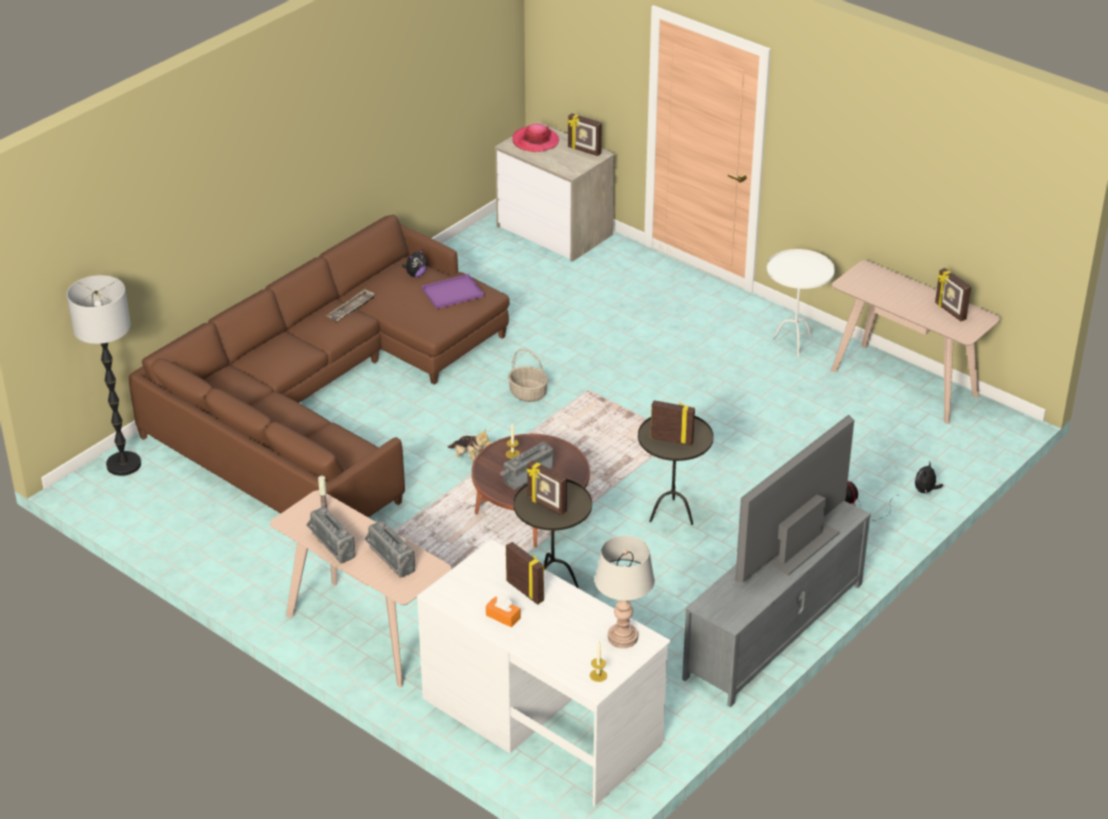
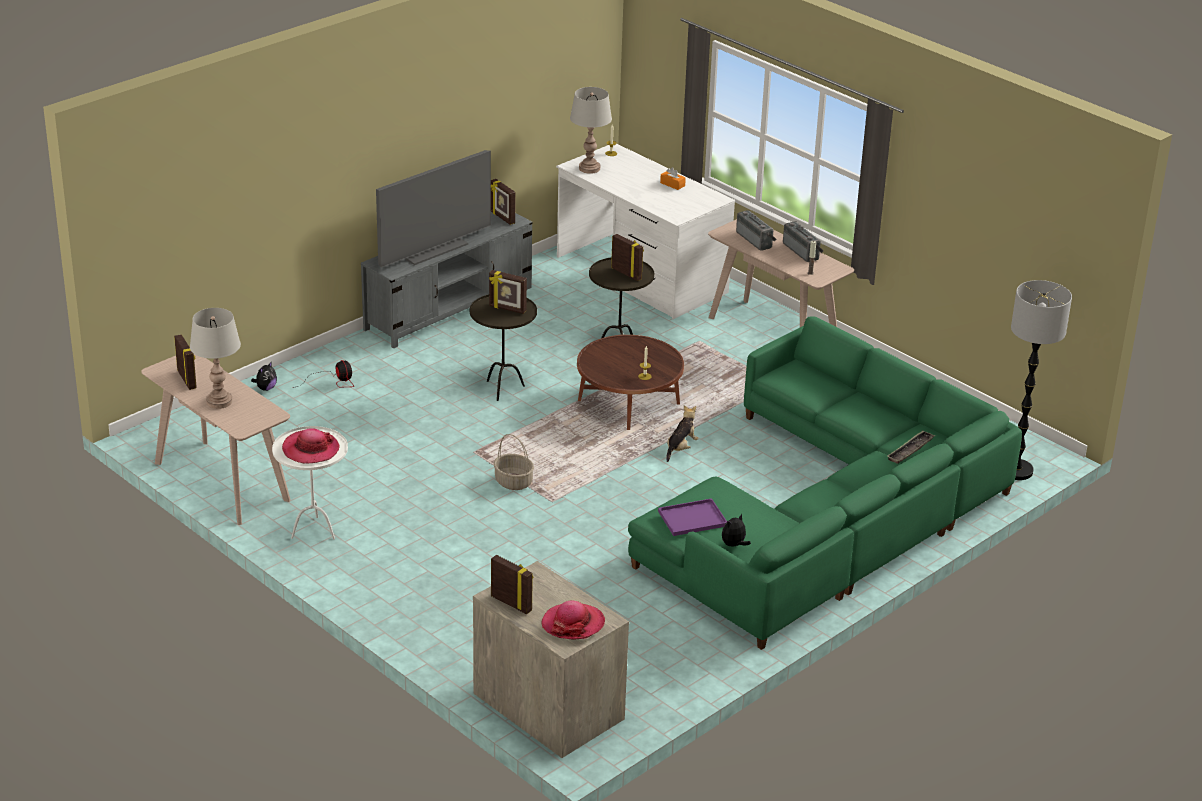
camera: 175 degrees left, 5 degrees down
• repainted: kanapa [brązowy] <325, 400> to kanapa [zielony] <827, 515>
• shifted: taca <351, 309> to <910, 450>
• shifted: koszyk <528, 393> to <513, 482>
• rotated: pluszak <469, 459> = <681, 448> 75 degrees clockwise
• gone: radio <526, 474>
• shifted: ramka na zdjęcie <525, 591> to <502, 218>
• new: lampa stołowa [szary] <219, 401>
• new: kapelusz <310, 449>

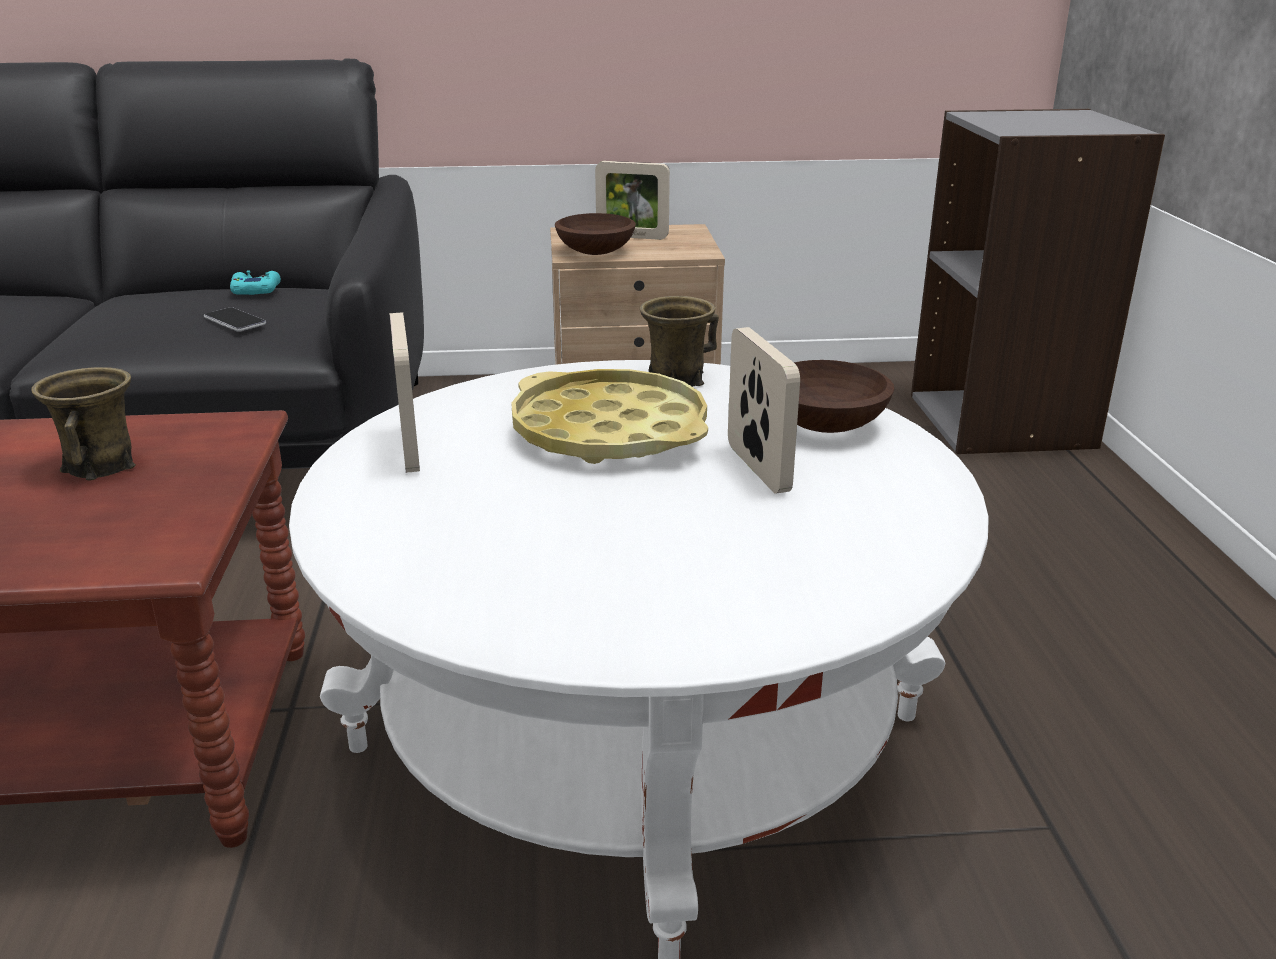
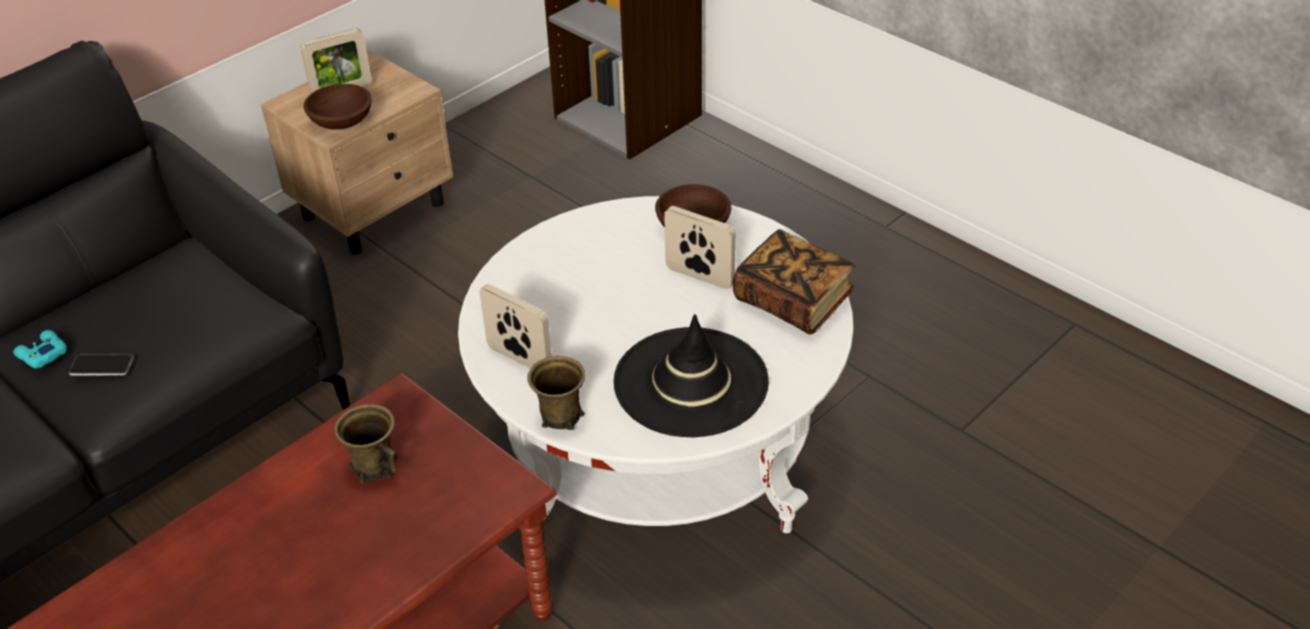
camera: 40 degrees left, 15 degrees up
• shifted: pad do gier [turkusowy] <255, 290> to <42, 354>
• shifted: kubek [brązowy] <676, 379> to <560, 416>
• shifted: telefon <235, 321> to <102, 366>
• gone: taca [żółty] <609, 432>
• new: książka <793, 301>
• new: kapelusz [czarny] <691, 382>

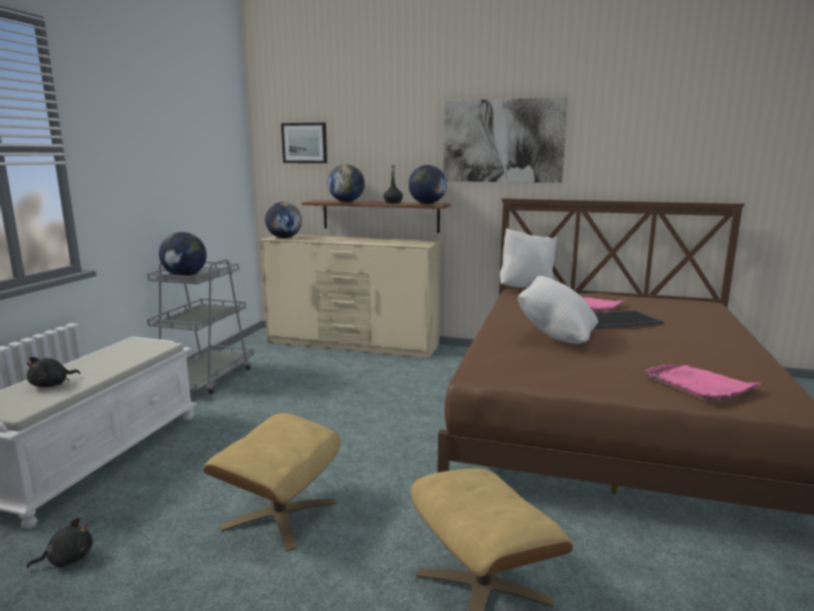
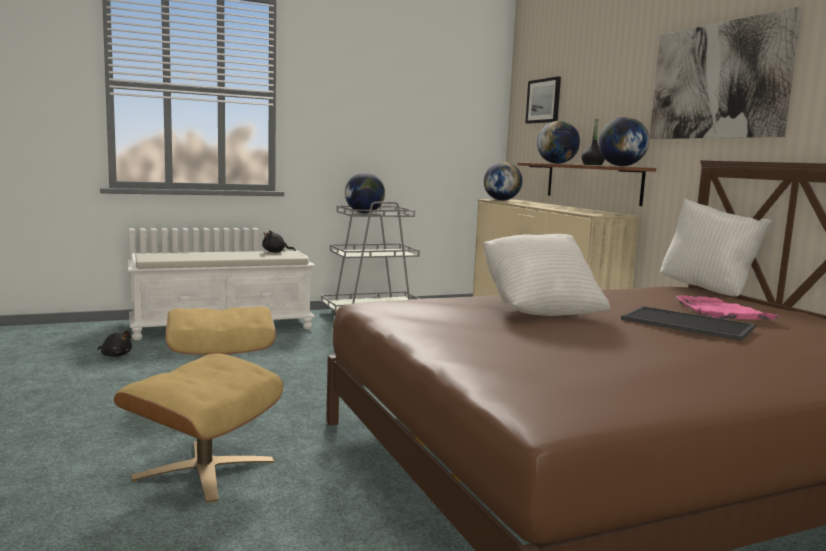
camera: 50 degrees right, 5 degrees down
• shifted: pluszak [czarny] <52, 385> to <275, 252>
• gone: taca [różowy] <699, 385>

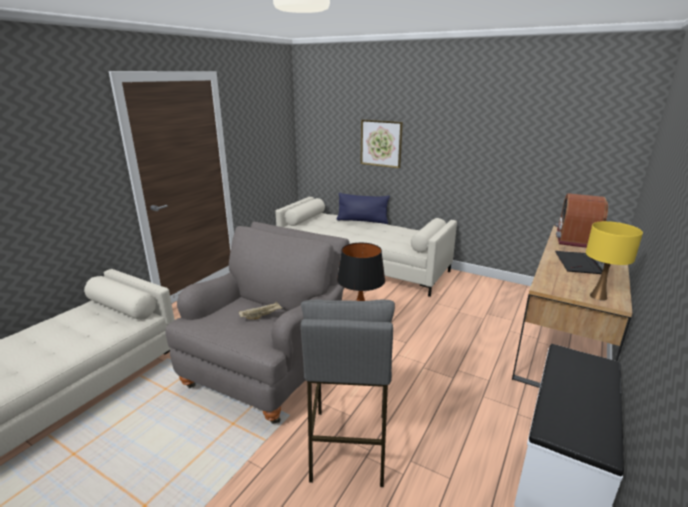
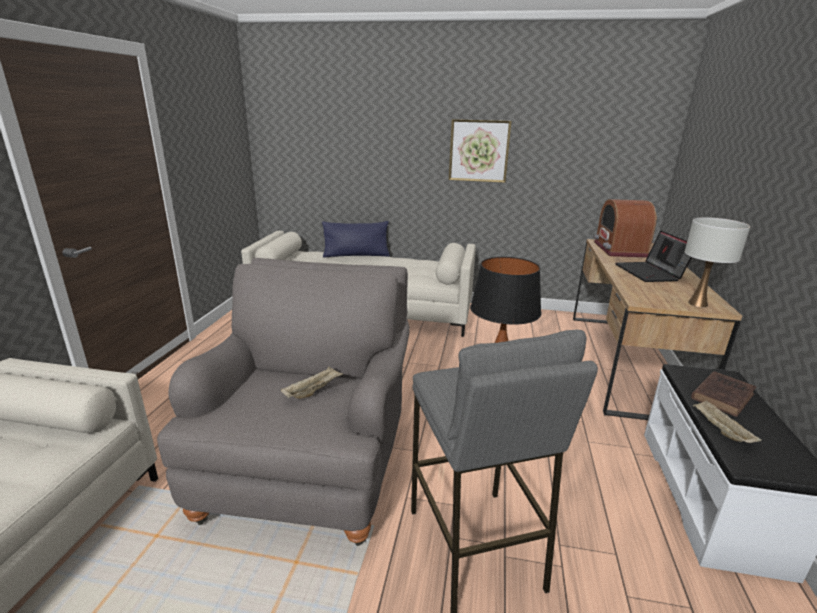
camera: 20 degrees left, 0 degrees up
• shifted: obraz <381, 143> to <479, 151>
• repainted: lampa stołowa [żółty] <598, 296> to lampa stołowa [biały] <698, 303>
• new: książka [brązowy] <723, 396>
• new: taca [beżowy] <720, 430>

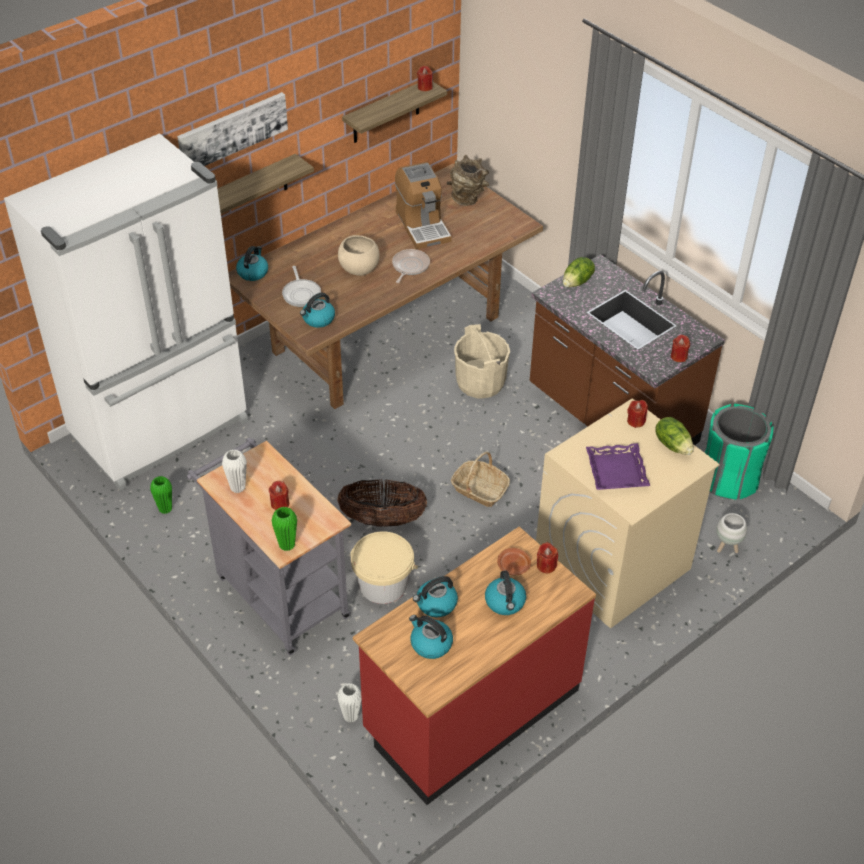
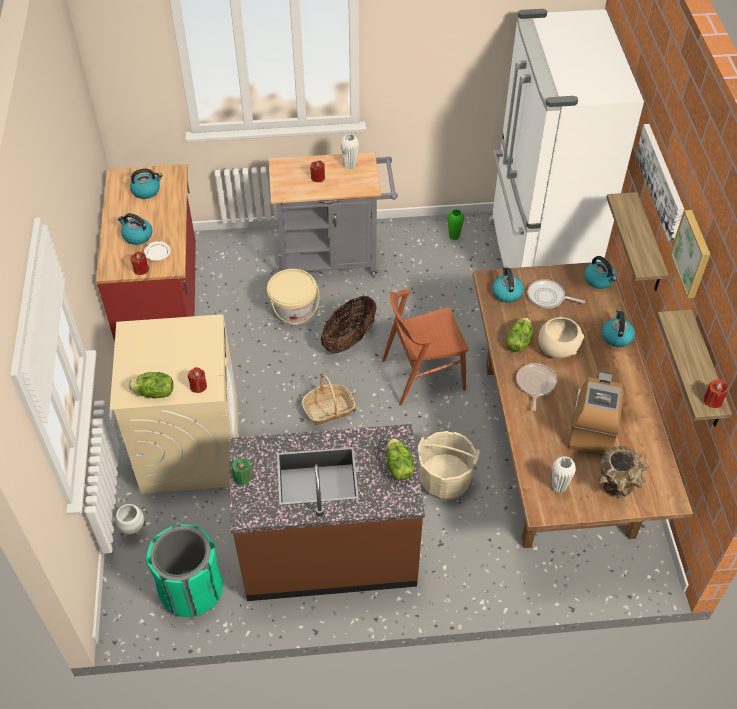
camera: 125 degrees right, 5 degrees up
• rotated: ekspres do kawy <422, 226> = <592, 426> 90 degrees clockwise
• rotated: patelnia <409, 266> = <535, 384> 135 degrees counterclockwise
• repainted: świeca [czerwony] <678, 356> to świeca [zielony] <242, 477>
• gone: taca [fioletowy] <616, 471>
• gone: wazon [zielony] <287, 545>
• repainted: talerz [brązowy] <513, 566> to talerz [biały] <157, 254>
• shifted: czajnik <436, 604> to <616, 336>
• shifted: wazon [biały] <351, 716> to <558, 487>
• new: obraz <693, 253>
• new: krzesło [brązowy] <423, 374>
• new: sałata <518, 342>

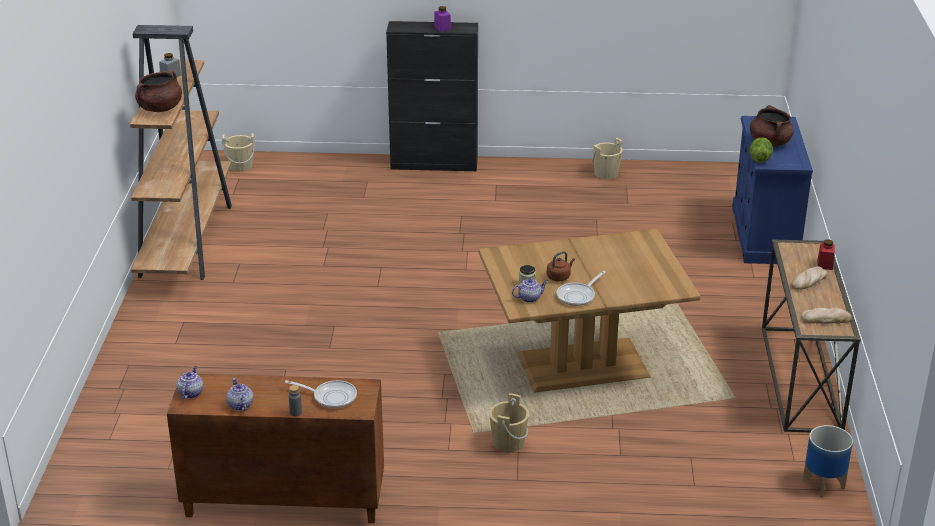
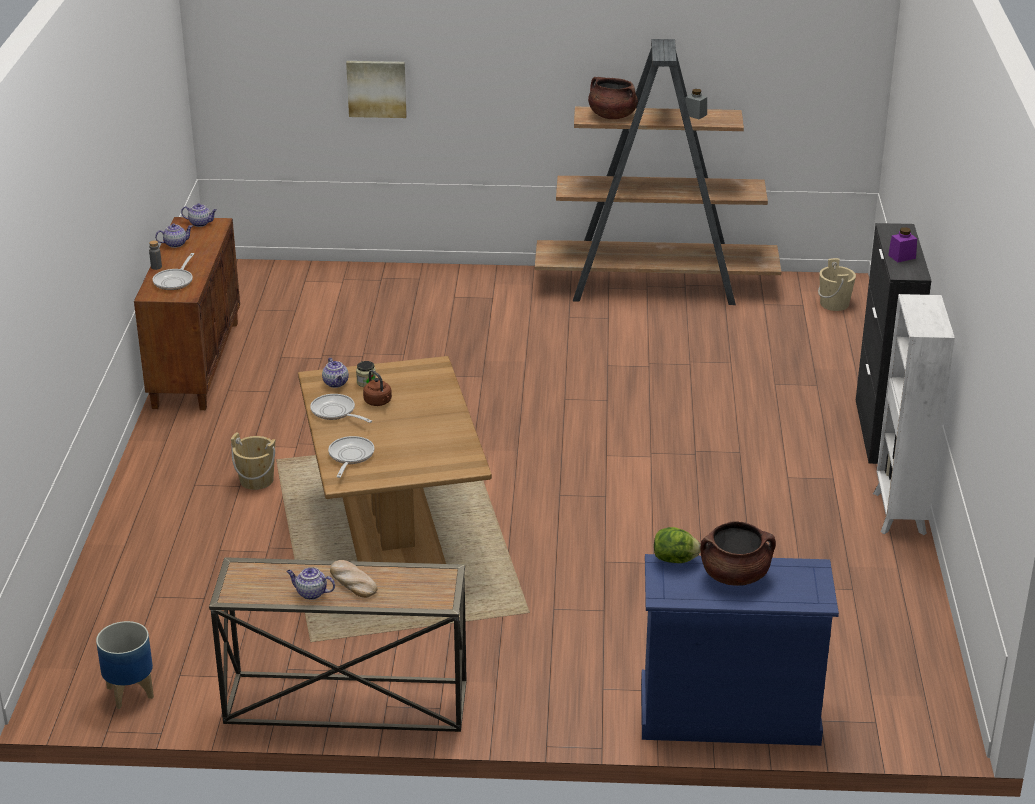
camera: 90 degrees right, 0 degrees up
• gone: wiadro [beżowy] <606, 174>
• gone: słoik [czerwony] <825, 264>
• gone: chleb <826, 318>
• new: obraz <376, 88>
• new: regał [biały] <899, 514>
• new: patelnia <350, 457>
• new: imbryk <310, 593>

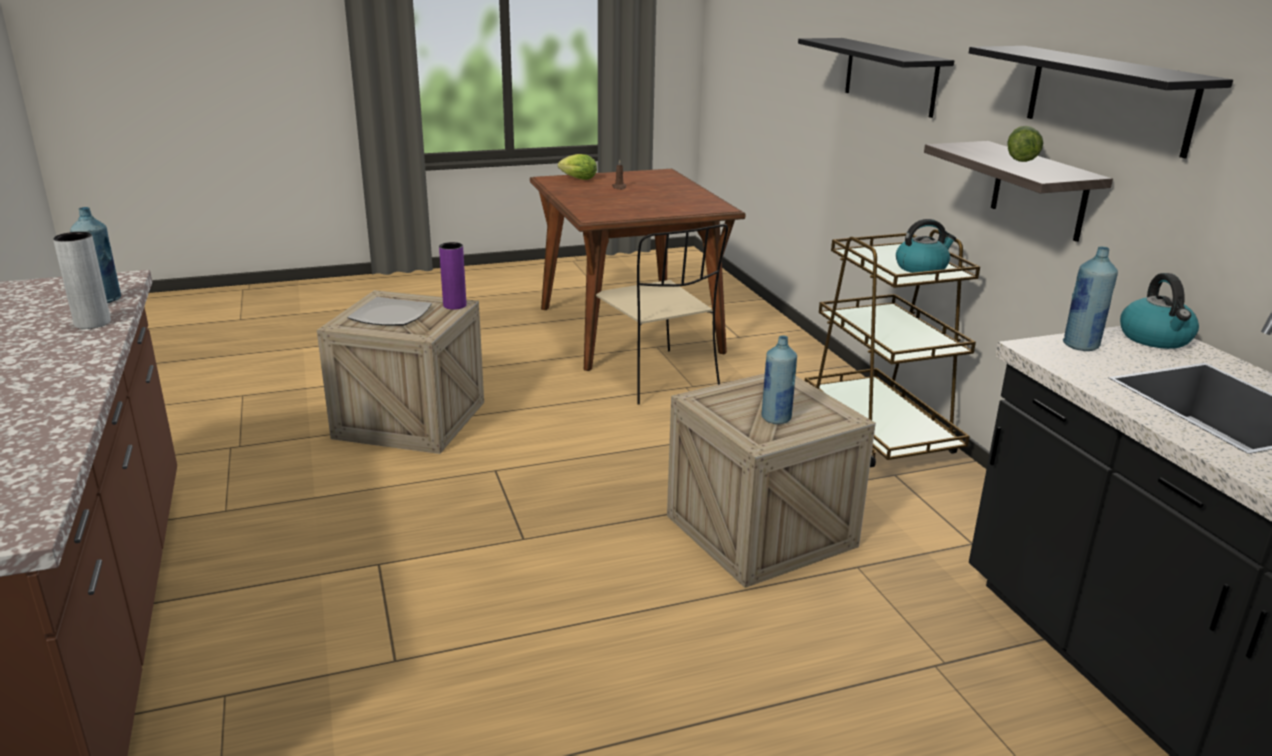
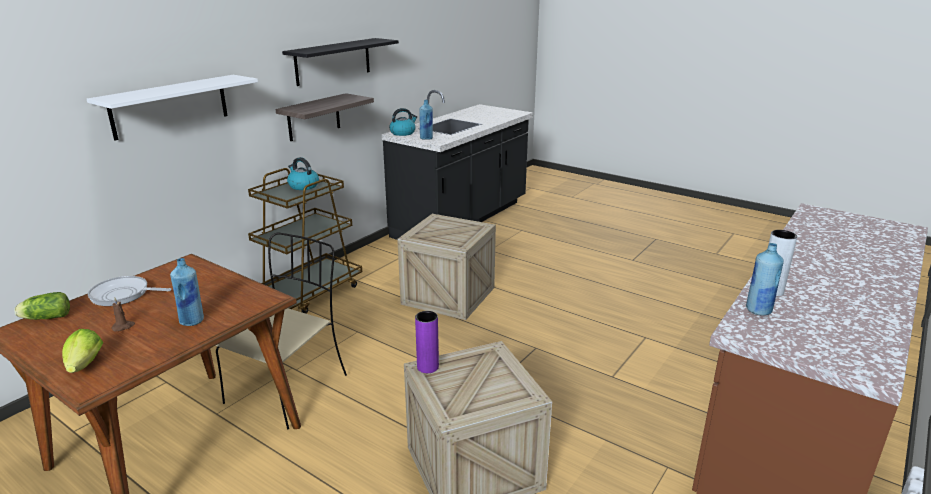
camera: 125 degrees left, 0 degrees up
• repainted: półka [czarny] <890, 76> to półka [biały] <170, 106>
• shifted: sałata <1021, 157> to <45, 318>
• gone: talerz <390, 315>
• shifted: butelka [niebieski] <776, 418> to <192, 321>
• new: patelnia <123, 295>

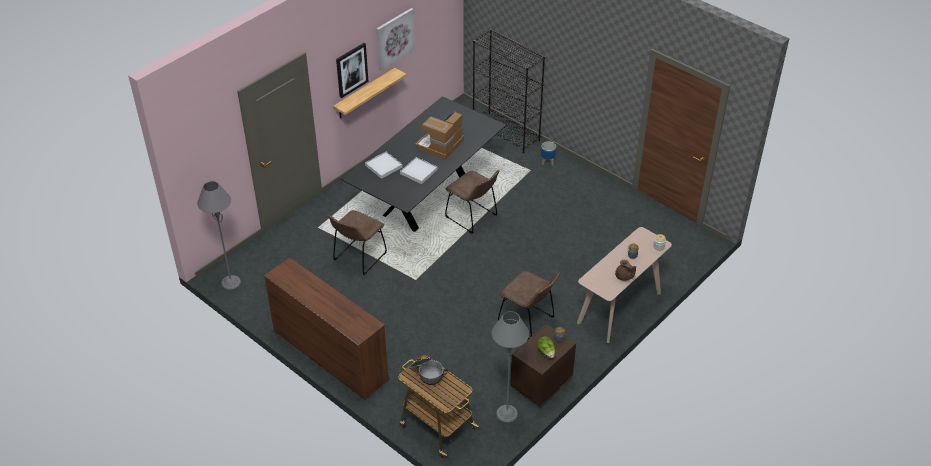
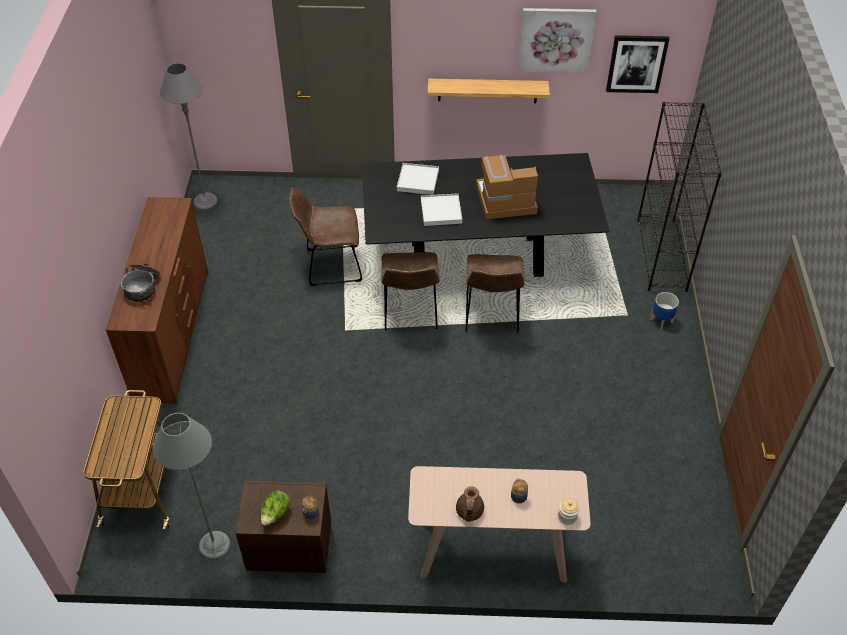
camera: 50 degrees right, 5 degrees up
• shifted: obraz <351, 70> to <636, 63>
• shifted: krzesło [brązowy] <528, 321> to <410, 313>
• shifted: garnek <427, 374> to <143, 286>

